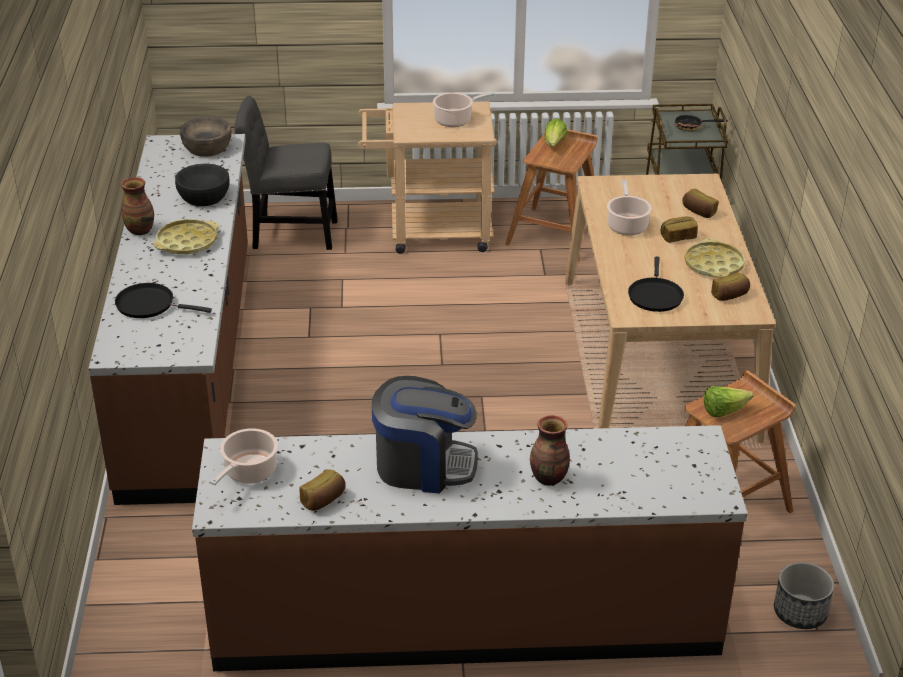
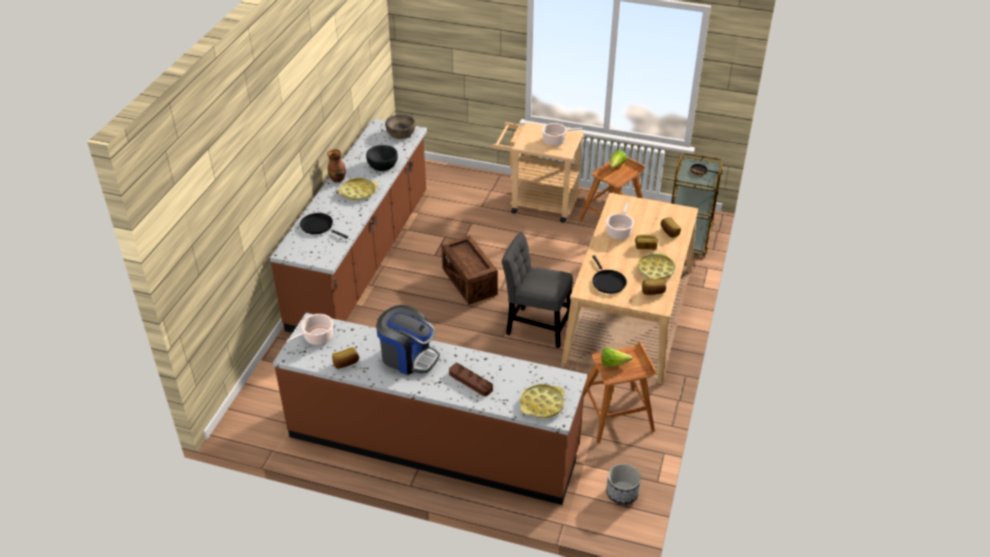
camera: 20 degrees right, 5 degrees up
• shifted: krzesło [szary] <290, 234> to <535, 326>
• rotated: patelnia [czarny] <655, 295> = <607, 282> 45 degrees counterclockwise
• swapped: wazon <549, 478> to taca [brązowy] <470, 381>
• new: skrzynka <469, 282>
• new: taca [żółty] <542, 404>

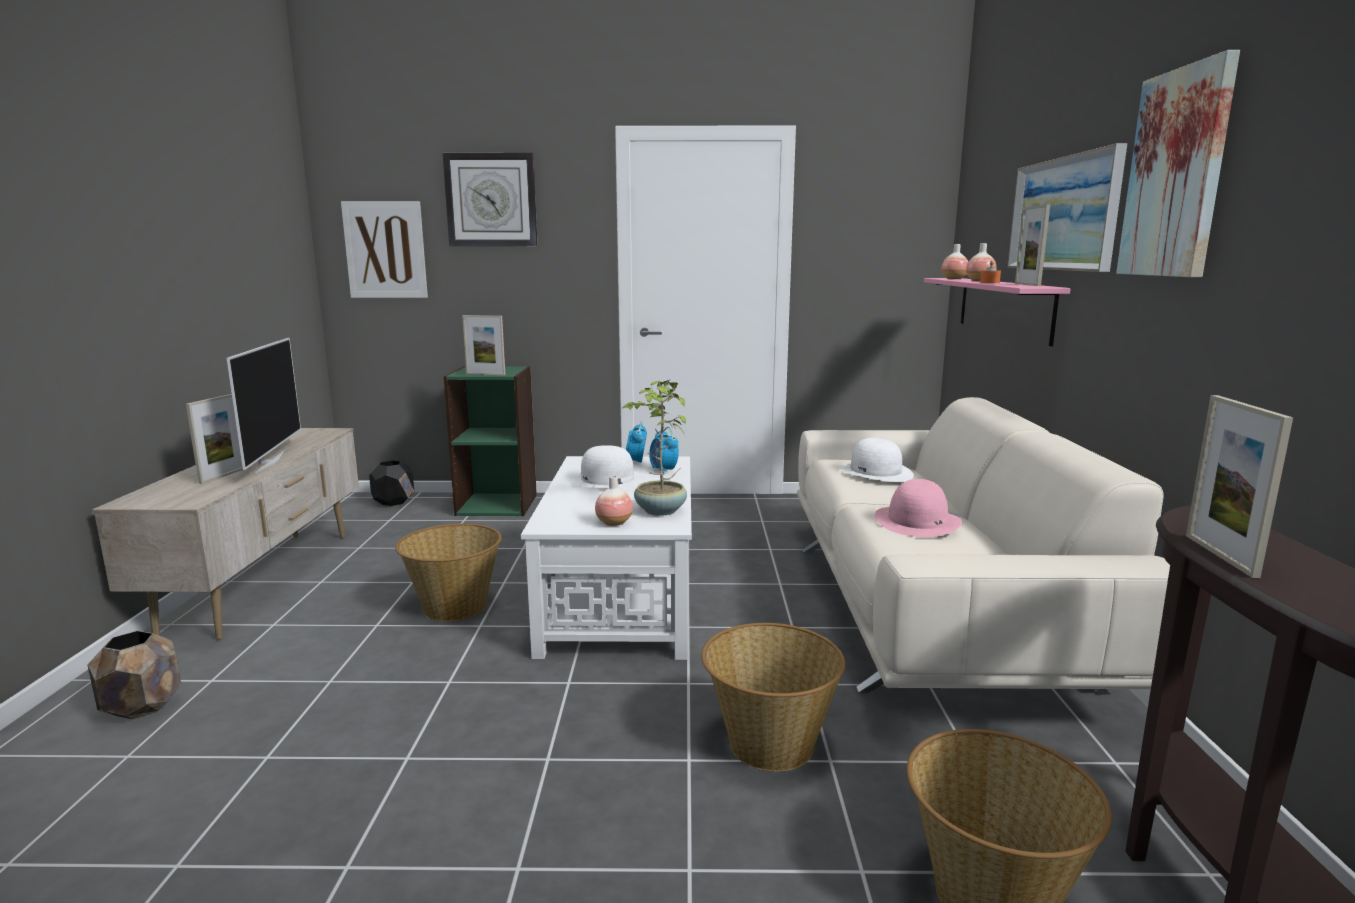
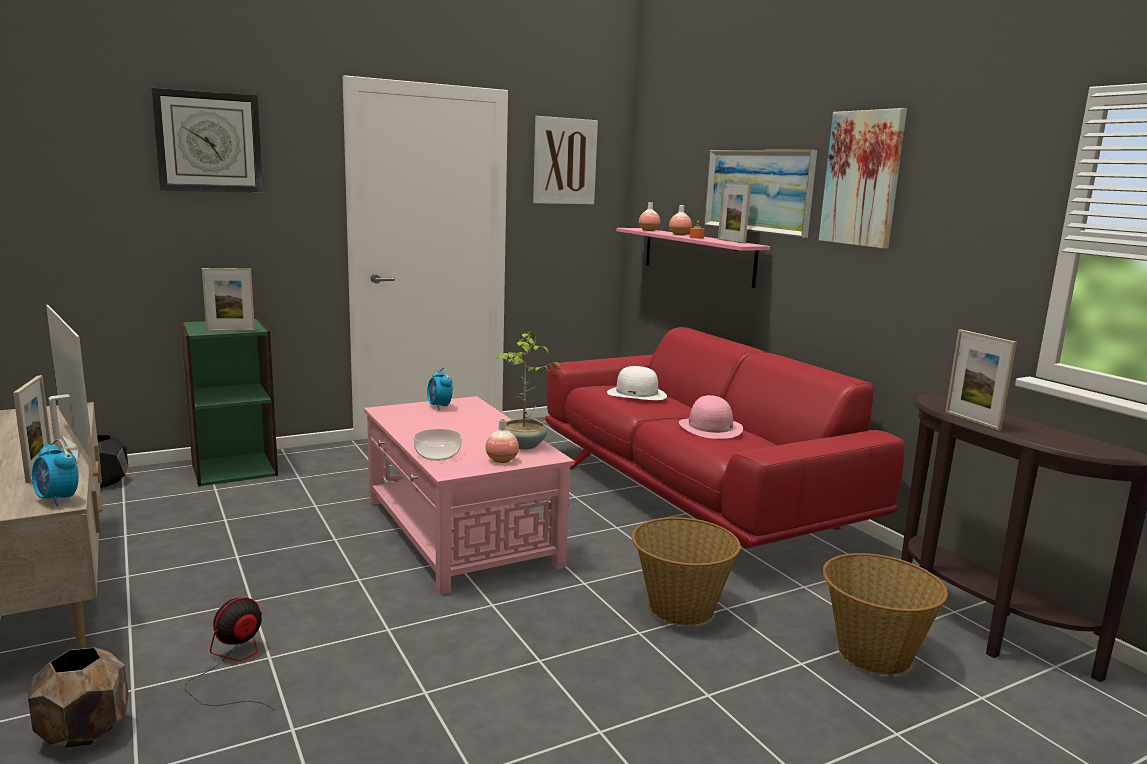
camera: 30 degrees left, 0 degrees up
• shifted: obraz <385, 250> to <564, 161>
• repainted: kanapa [beżowy] <930, 609> to kanapa [czerwony] <695, 496>
• shifted: budzik <663, 470> to <58, 499>
• gone: kapelusz [biały] <607, 481>
• repainted: ława [biały] <620, 598> to ława [różowy] <459, 532>
• gone: koszyk <454, 607>
• new: miska <438, 455>
• new: wentylator <233, 665>

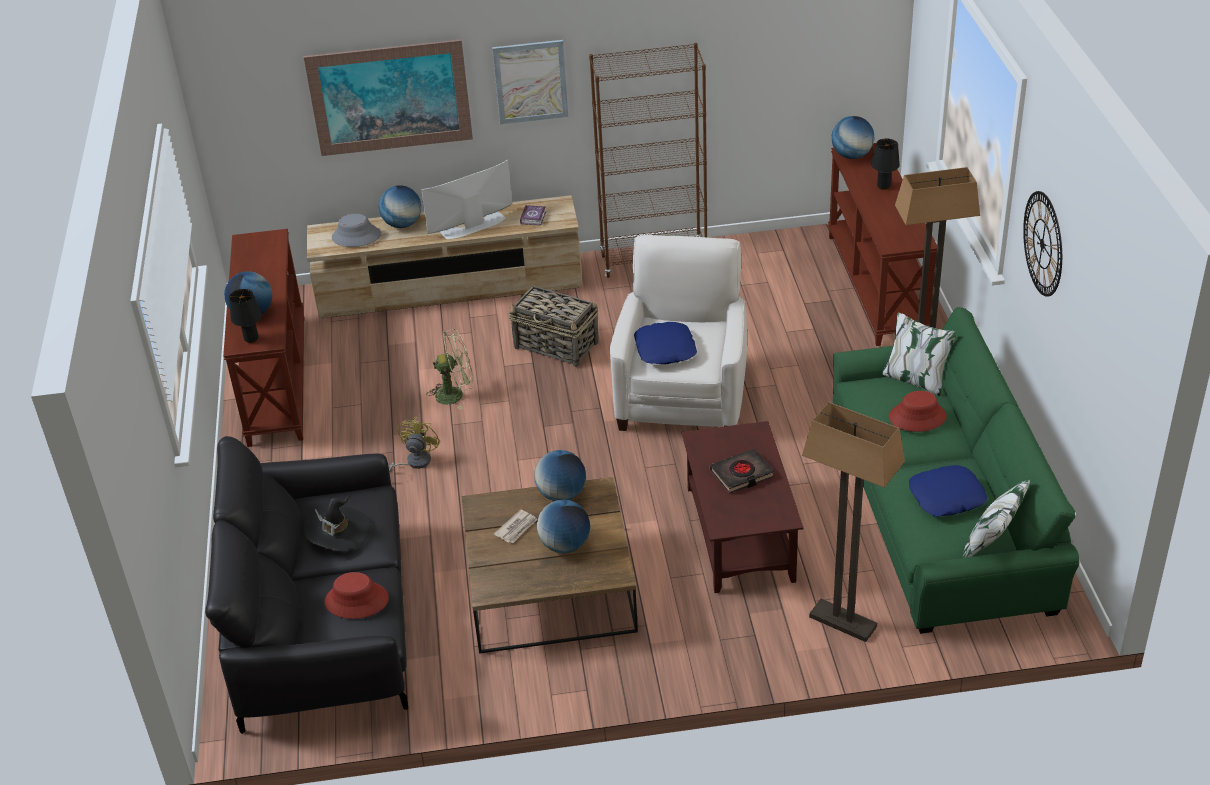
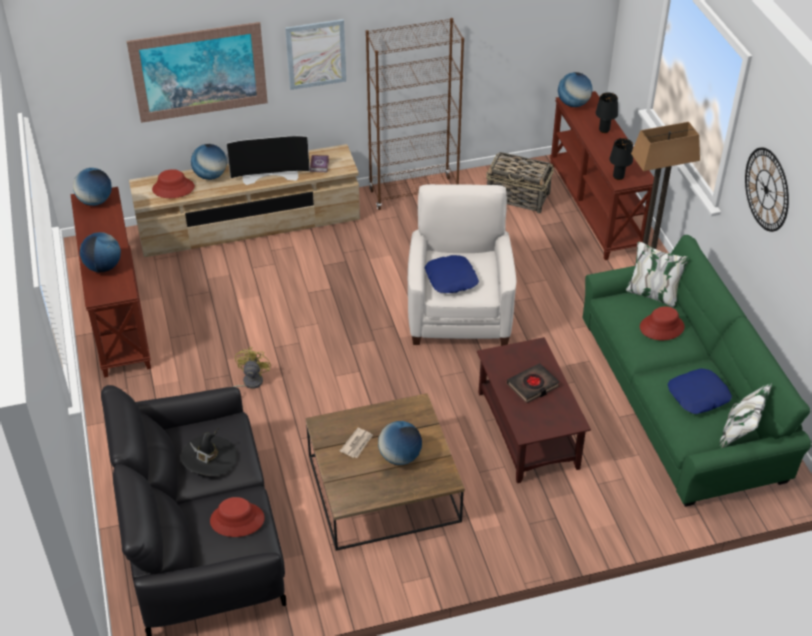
camera: 10 degrees left, 5 degrees up
• rotated: telewizor <473, 226> = <270, 175> 150 degrees counterclockwise
• repainted: kapelusz [szary] <356, 236> to kapelusz [czerwony] <173, 188>
• shifted: koszyk <557, 345> to <518, 197>
• shifted: lampa stołowa [czarny] <251, 339> to <618, 177>
• gone: wentylator [zielony] <455, 394>
• gone: lampa stojąca <842, 622>
• shifted: globus <561, 494> to <95, 201>

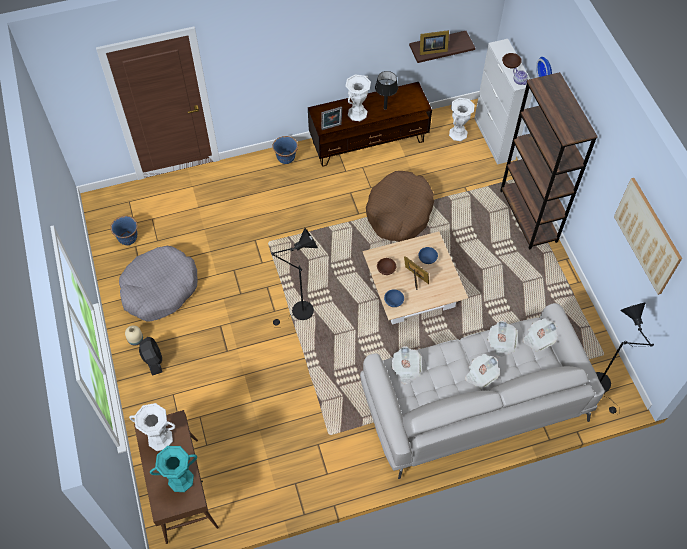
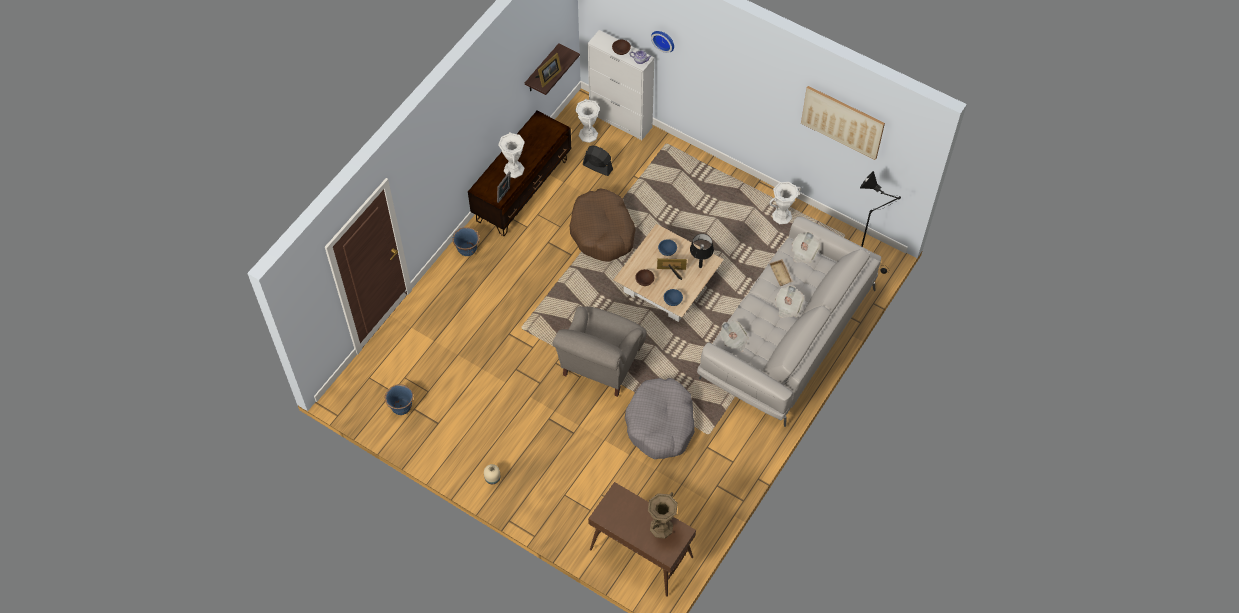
camera: 40 degrees left, 0 degrees up
• shifted: lampa stołowa [czarny] <385, 108> to <700, 266>
• gone: regał [brązowy] <528, 216>
• swapped: lampa stojąca [czarny] <299, 313> to fotel [szary] <600, 364>
• shifted: legowisko [szary] <159, 289> to <660, 424>
• swapped: gazeta <501, 343> to taca [beżowy] <781, 274>
• shifted: wentylator [czarny] <153, 360> to <597, 167>
• shifted: wazon [biały] <160, 439> to <782, 216>
• repainted: wazon [turkusowy] <181, 480> to wazon [brązowy] <661, 527>

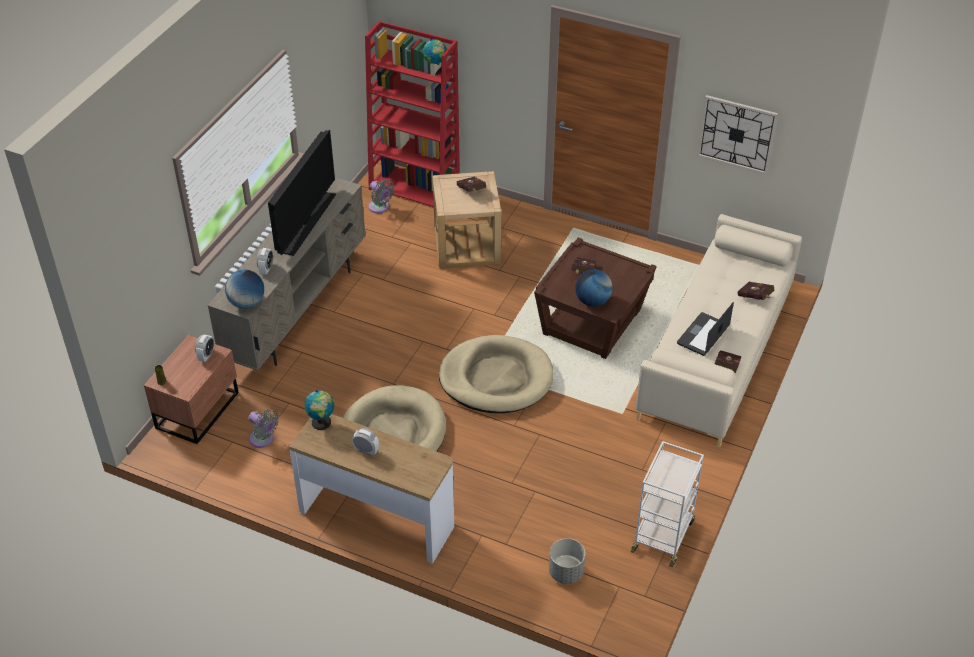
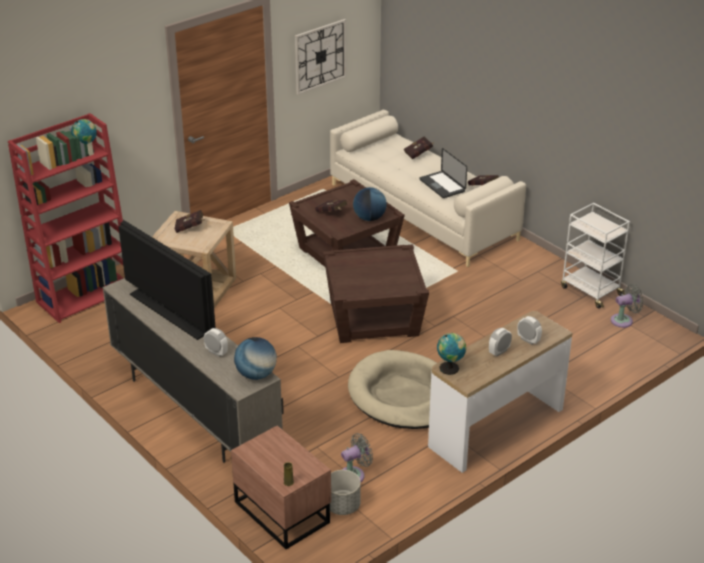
camera: 65 degrees left, 10 degrees down
• shifted: wentylator [szary] <380, 208> to <624, 320>
• shifted: budzik <206, 356> to <528, 340>
• swapped: legowisko [beżowy] <496, 378> to stolik [brązowy] <374, 319>
• shifted: donica [szary] <566, 572> to <342, 506>

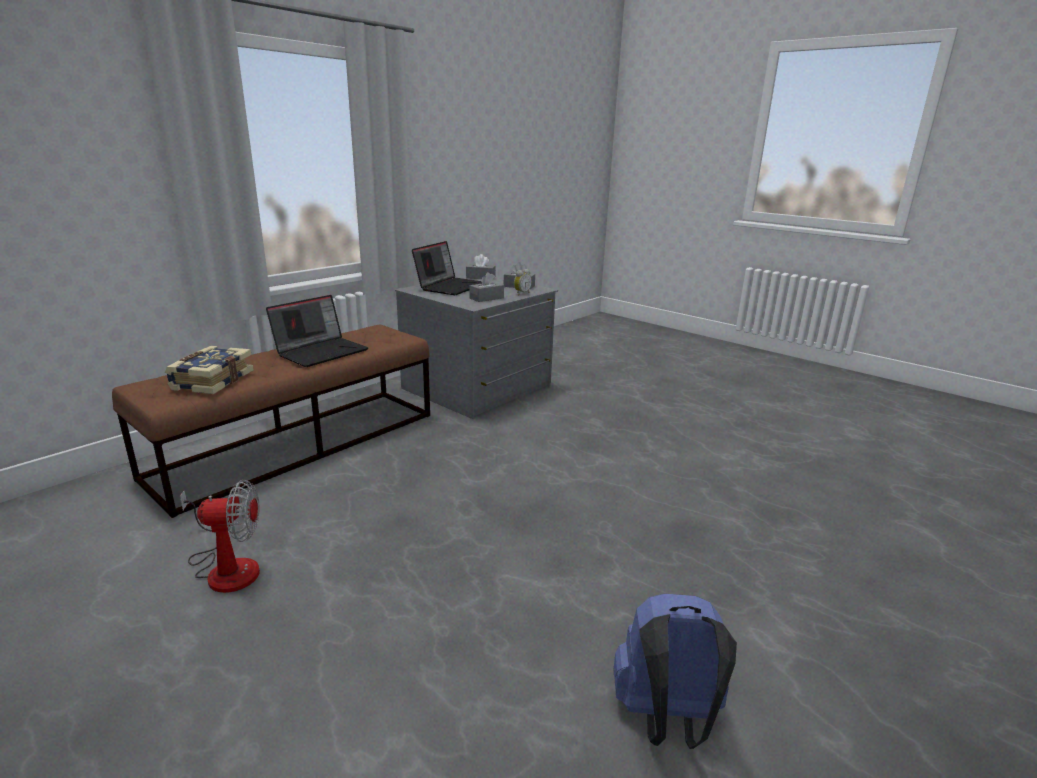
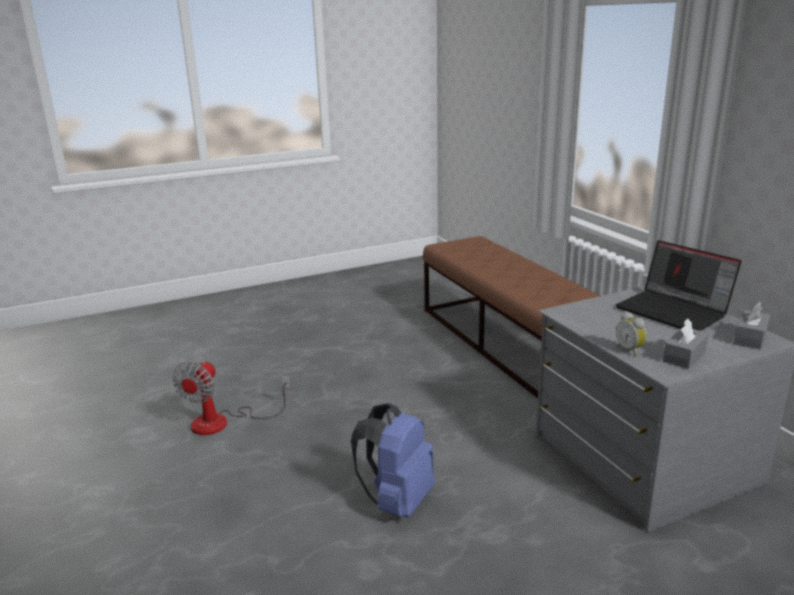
camera: 115 degrees right, 0 degrees up
• gone: pudełko chusteczek [szary] <486, 298>
• gone: laptop <321, 351>
• gone: książka <211, 381>
• shifted: wentylator <226, 567> to <223, 422>
• shifted: plecak [niebieski] <666, 720> to <397, 501>

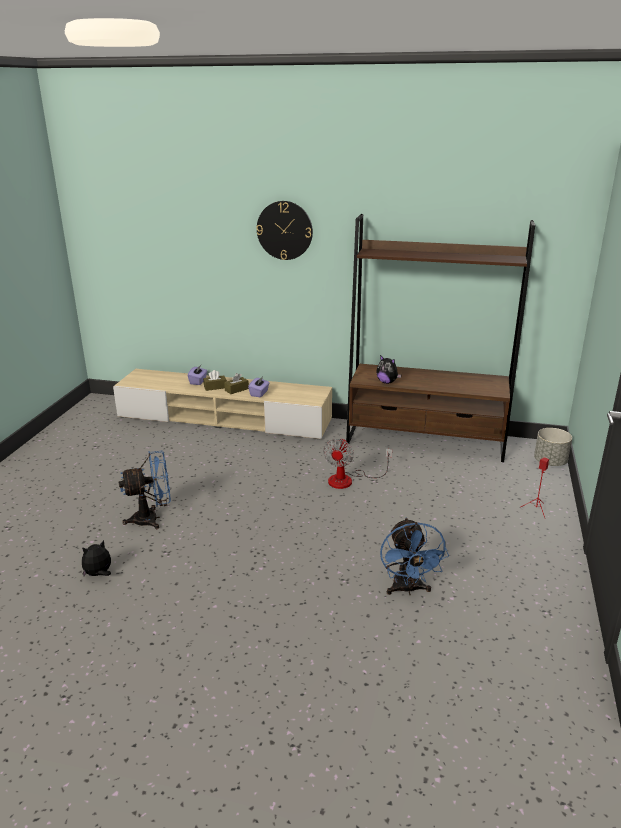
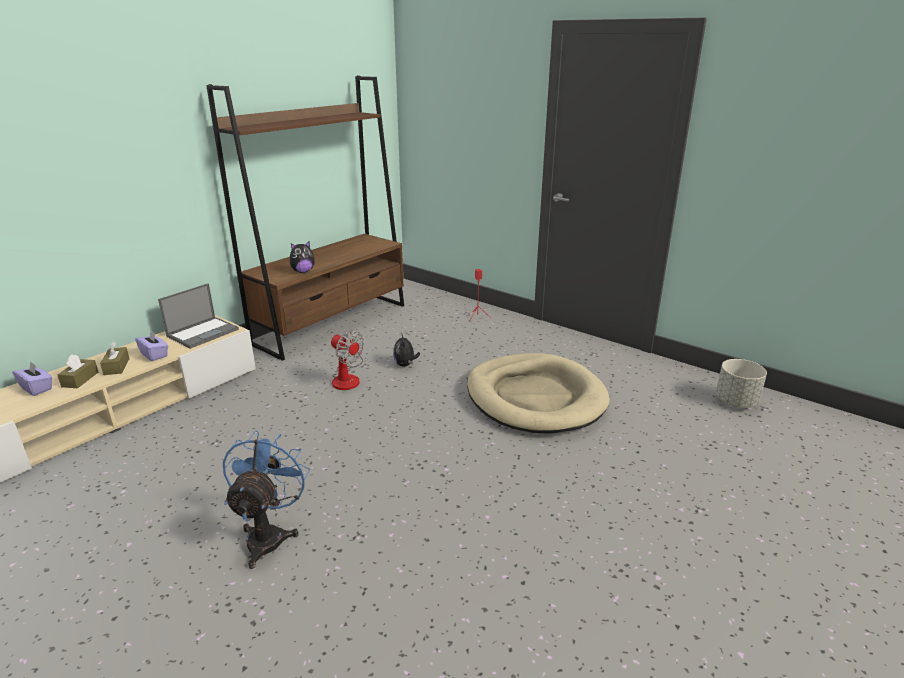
camera: 65 degrees left, 0 degrees up
• gone: zegar ścienny <284, 230>
• shifted: donica [szary] <550, 462> to <736, 402>
• swapped: wentylator [niebieski] <408, 589> to legowisko [beżowy] <535, 398>
• shifted: pluszak <99, 574> to <405, 365>
• new: laptop <203, 332>

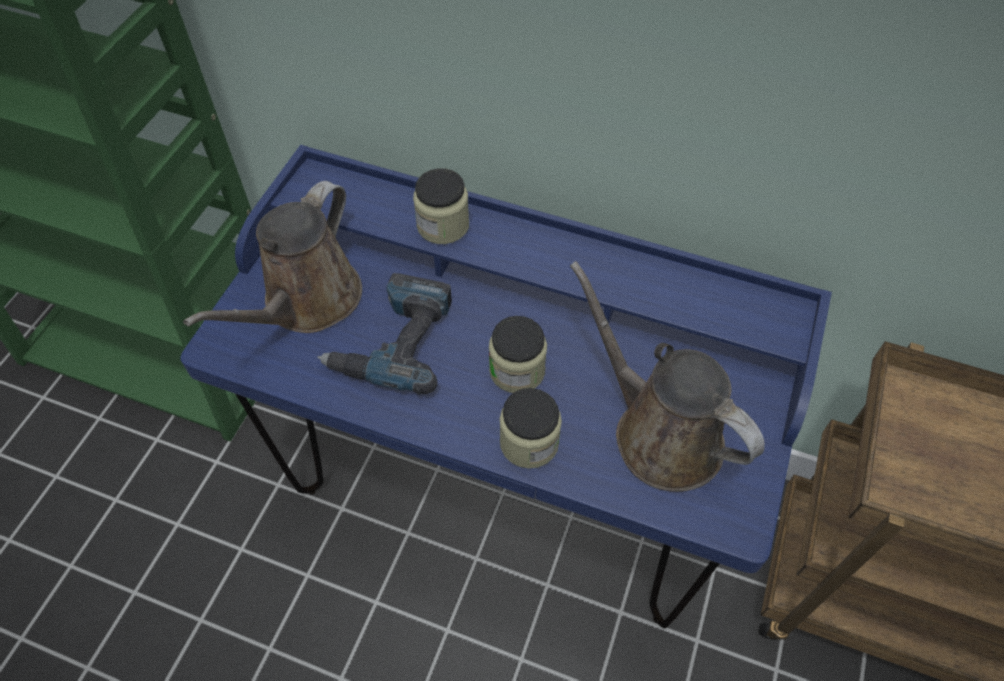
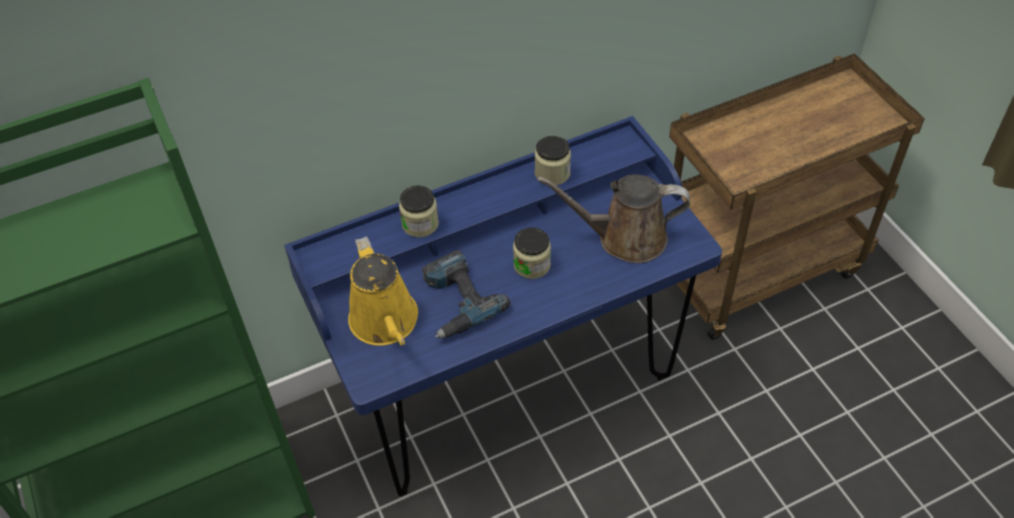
camera: 45 degrees left, 5 degrees down
• repainted: konewka [brązowy] <307, 302> to konewka [żółty] <386, 323>
• shifted: słoik <529, 442> to <552, 173>

